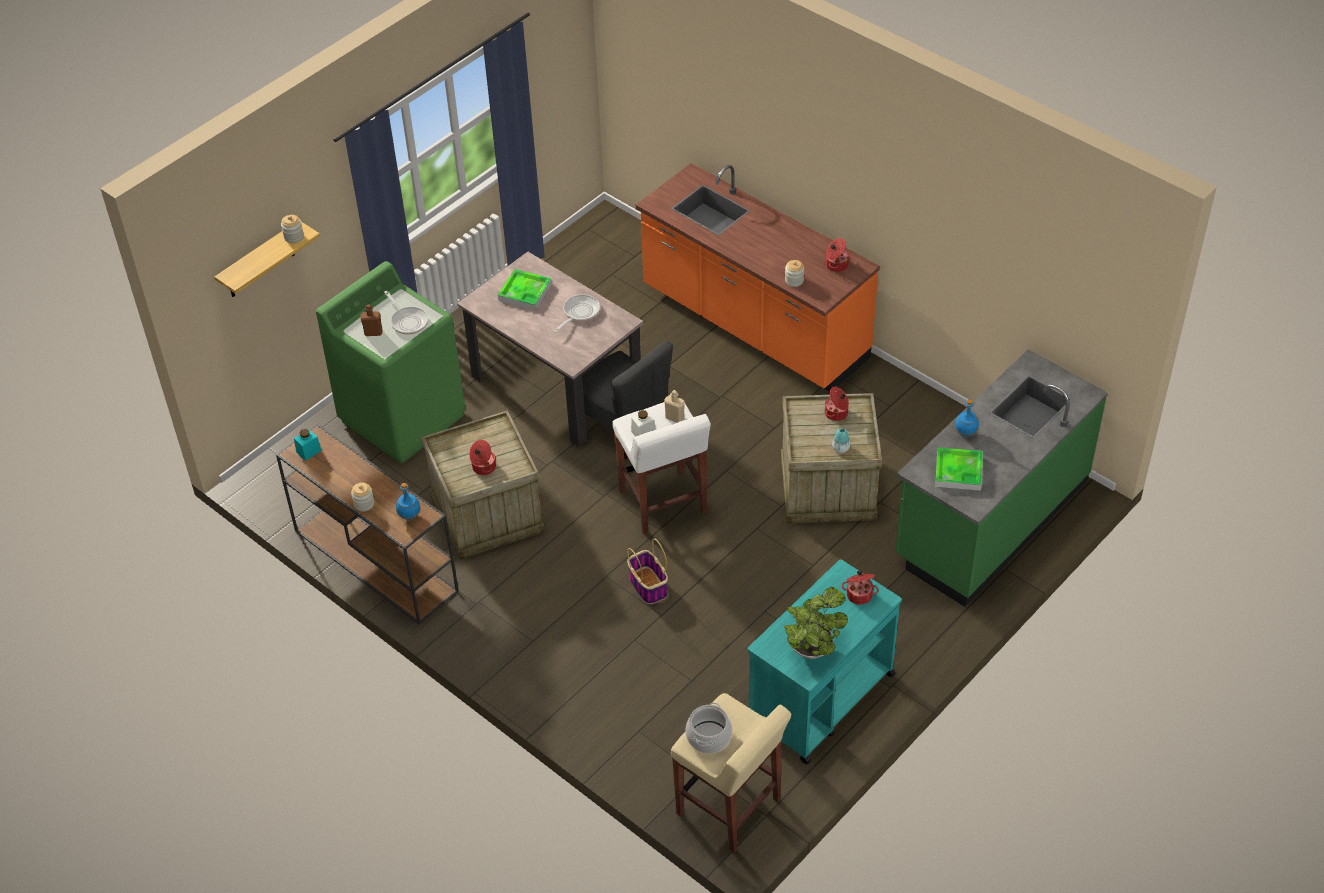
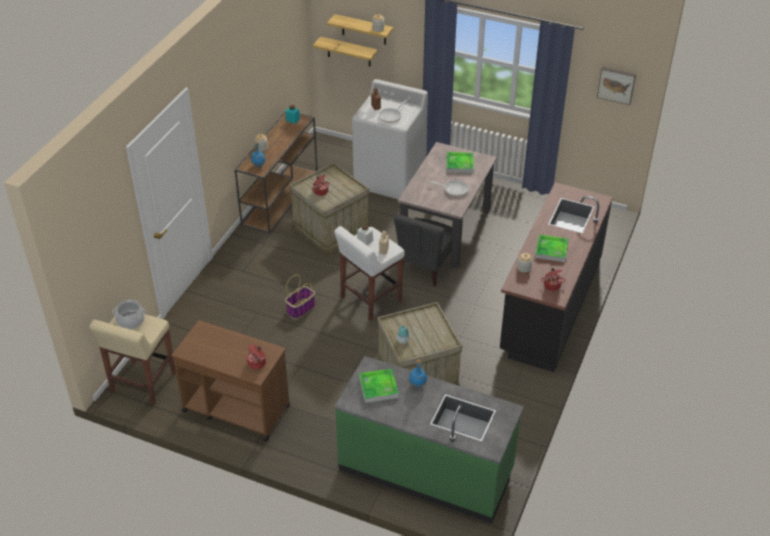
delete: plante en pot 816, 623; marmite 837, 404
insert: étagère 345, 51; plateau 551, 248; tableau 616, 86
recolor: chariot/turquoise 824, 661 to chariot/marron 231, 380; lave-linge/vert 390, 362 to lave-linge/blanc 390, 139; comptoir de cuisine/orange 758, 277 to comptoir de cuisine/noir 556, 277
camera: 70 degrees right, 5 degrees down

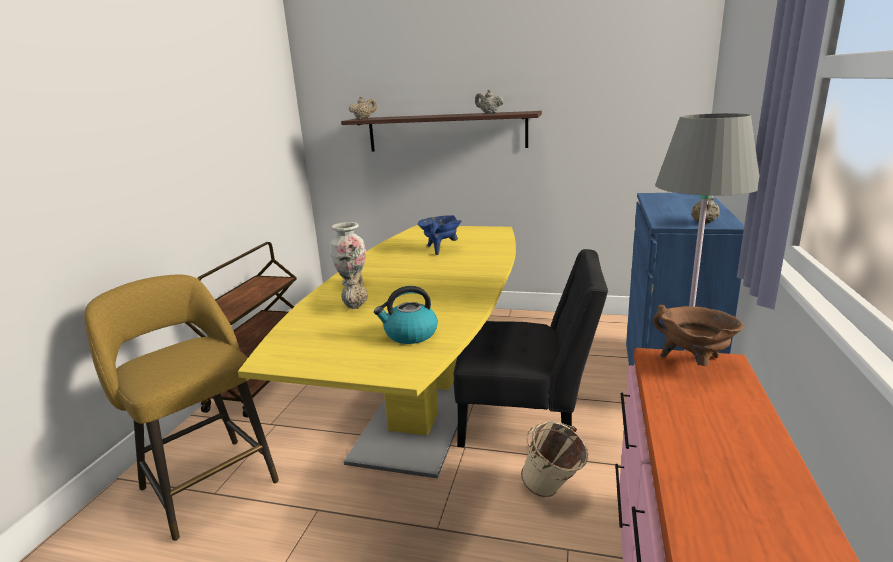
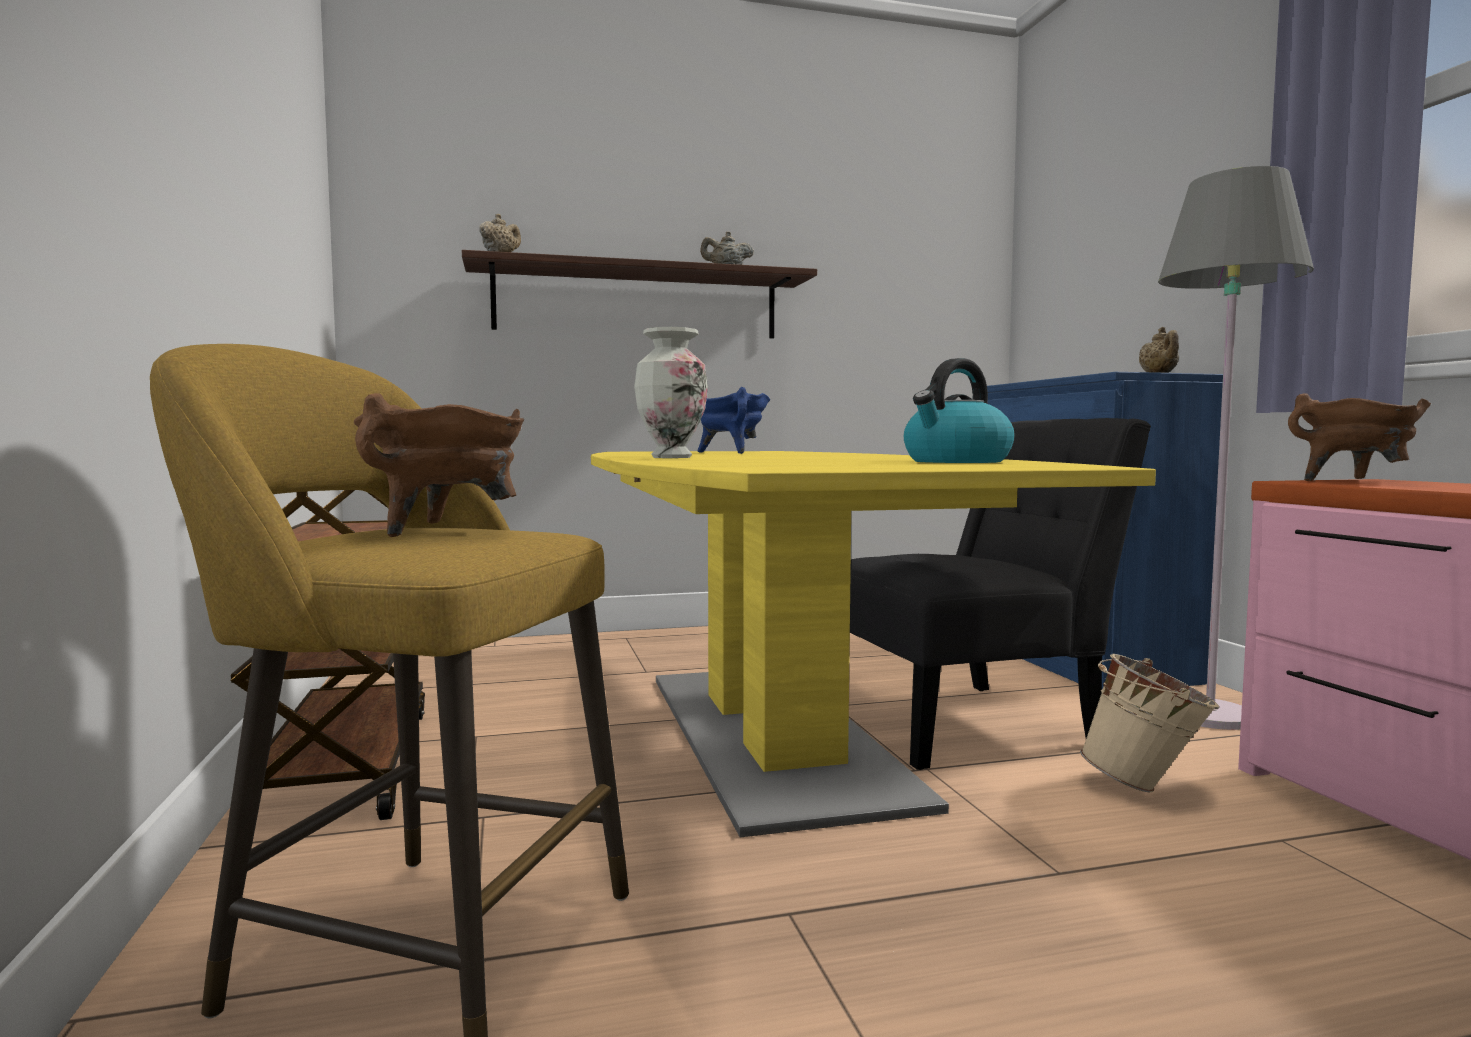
delete: théière/beige 354, 290
insert: marmite/marron 439, 465
camera: 30 degrees left, 15 degrees down

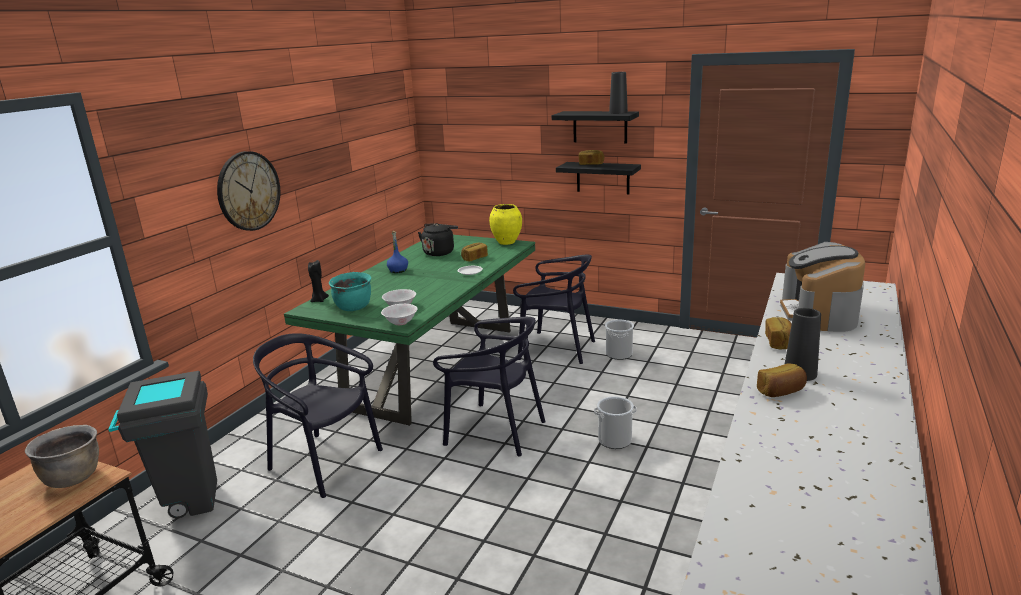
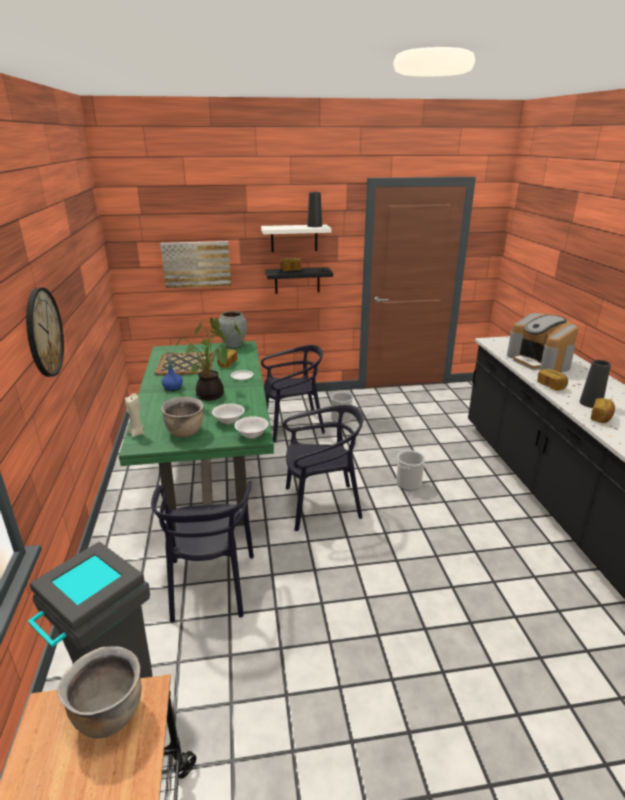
insert: tableau 195, 264; plante en pot 209, 359
replace: bouilloire/noir 438, 239 to plateau 184, 363
recolor: bougie/noir 318, 281 to bougie/beige 134, 415; marmite/turquoise 350, 291 to marmite/marron 182, 417; vase/jaune 505, 224 to vase/gris 233, 329; étagère/noir 595, 127 to étagère/blanc 296, 238
rotate: chaise/noir 318, 415 = 202, 551 90 degrees counterclockwise
camera: 35 degrees left, 5 degrees up

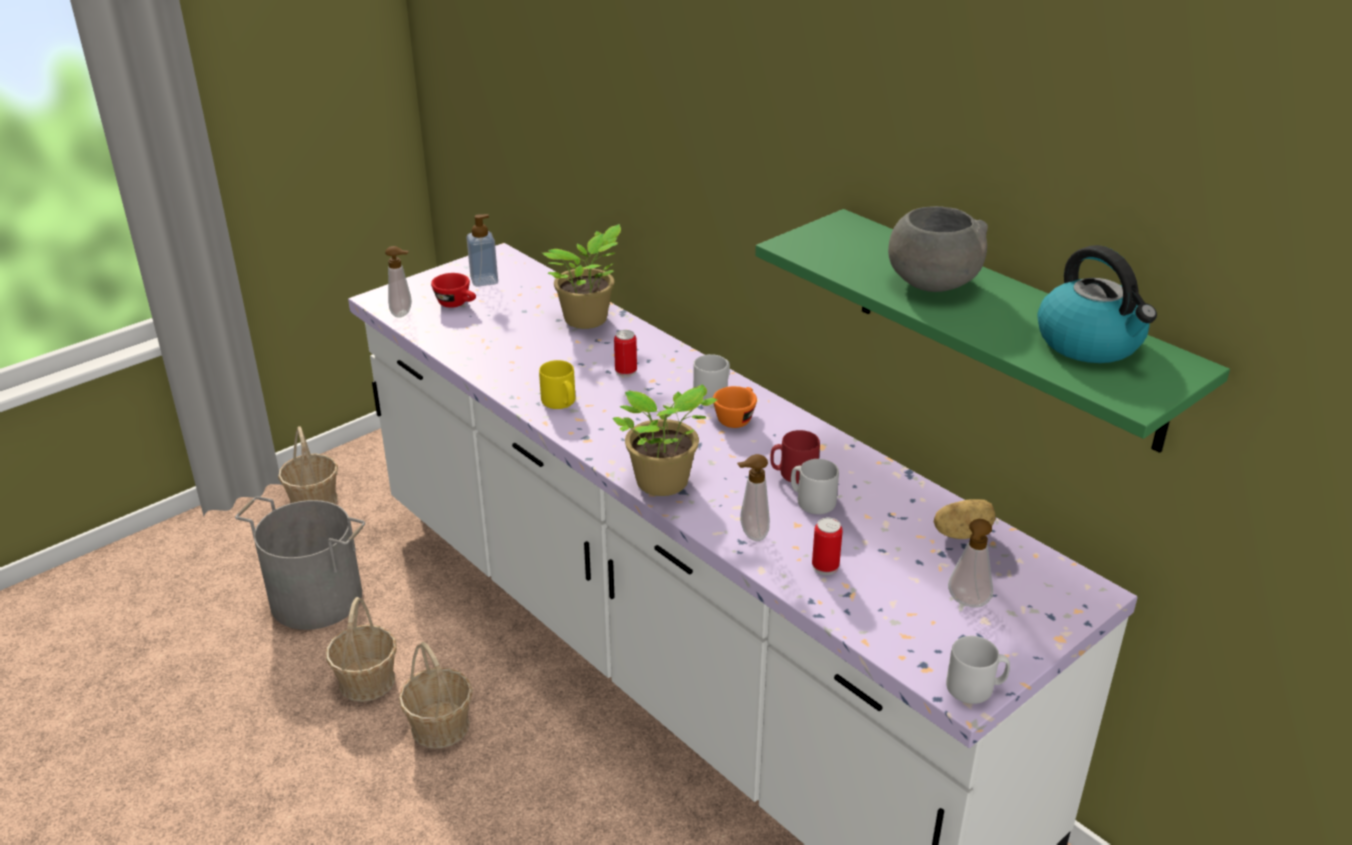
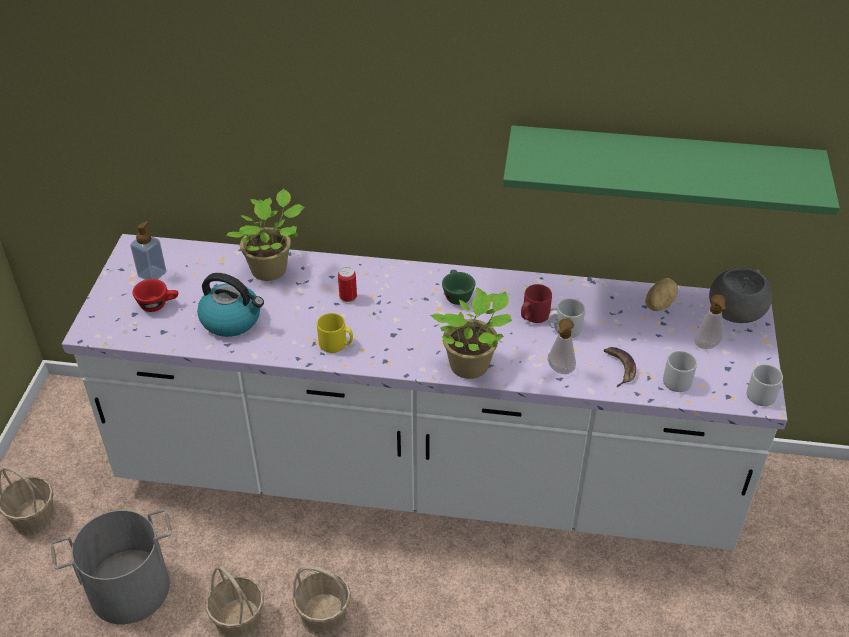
delete: distributeur de savon 398, 282
move: bouilloire 1097, 304 to 230, 305; mug/gris 711, 377 to 680, 371; bol/gris 938, 249 to 740, 295
replace: boîte métallique 827, 546 to banane 620, 367
recolor: tasse/orange 735, 407 to tasse/vert 458, 287
camera: 40 degrees left, 10 degrees up

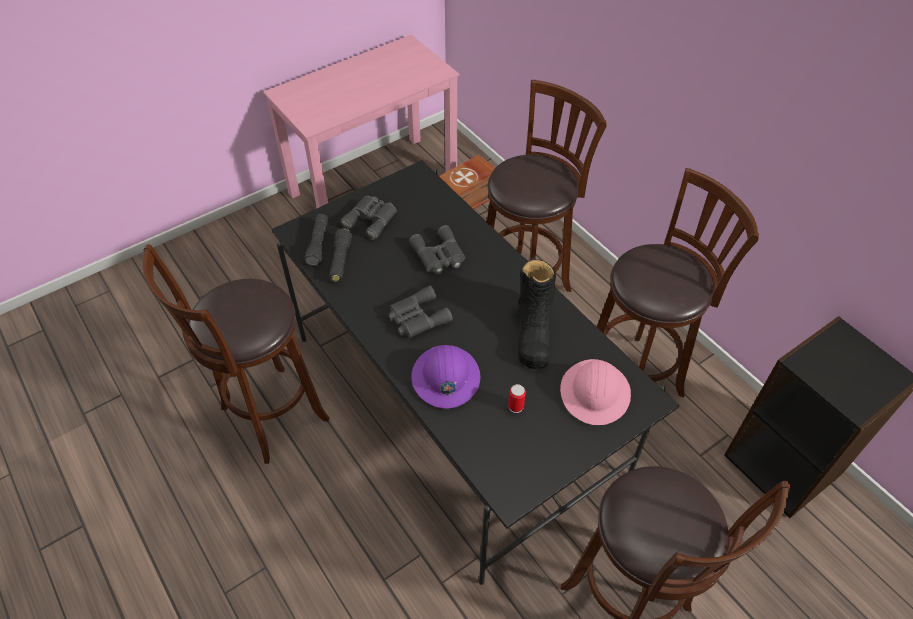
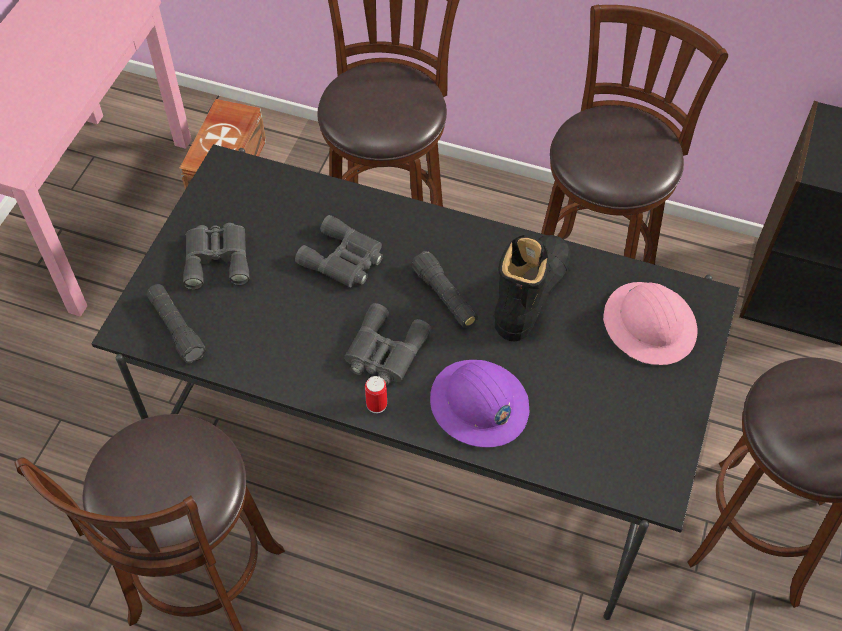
move: boîte métallique 517, 398 to 376, 394; lampe de poche/noir 340, 255 to 444, 289
rotate: botte/noir 537, 313 = 532, 288 120 degrees counterclockwise
camera: 35 degrees left, 5 degrees up

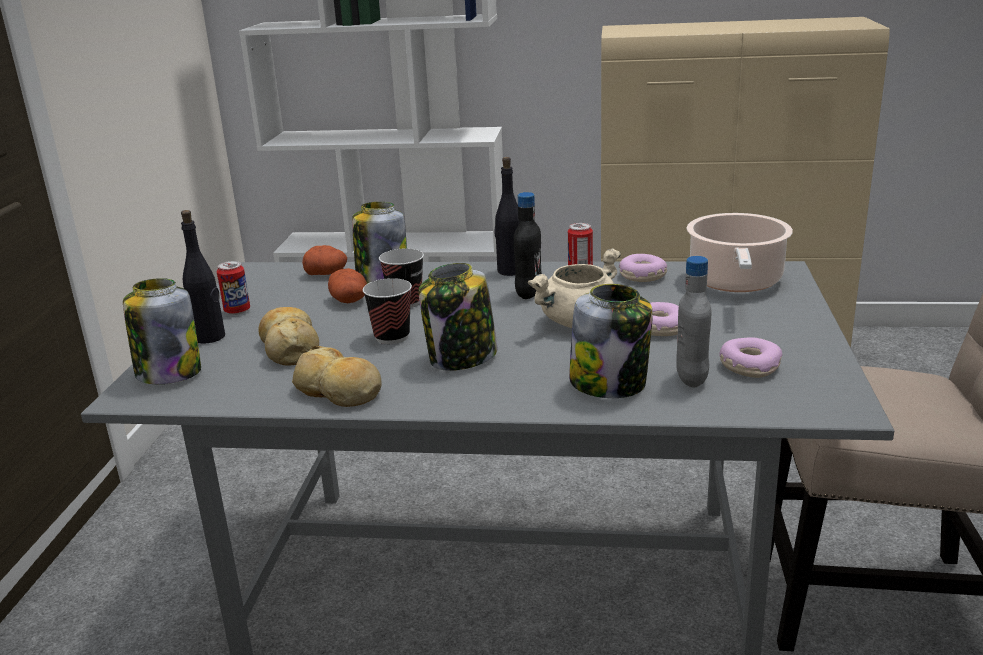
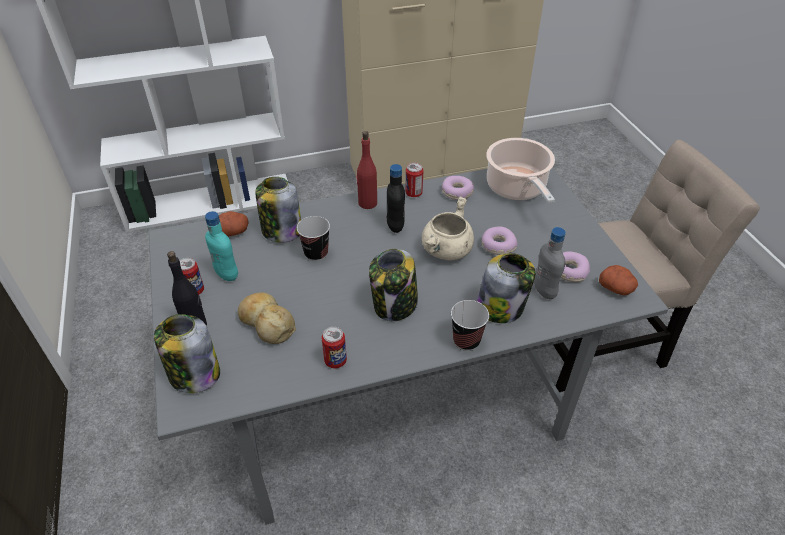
insert: bouteille/turquoise 221, 246
move: tasse 387, 311 to 470, 325; pomme de terre 347, 285 to 618, 280
replace: pain 337, 376 to boîte métallique 334, 347
recolor: bouteille/noir 507, 216 to bouteille/rouge 366, 170
camera: 25 degrees left, 20 degrees up

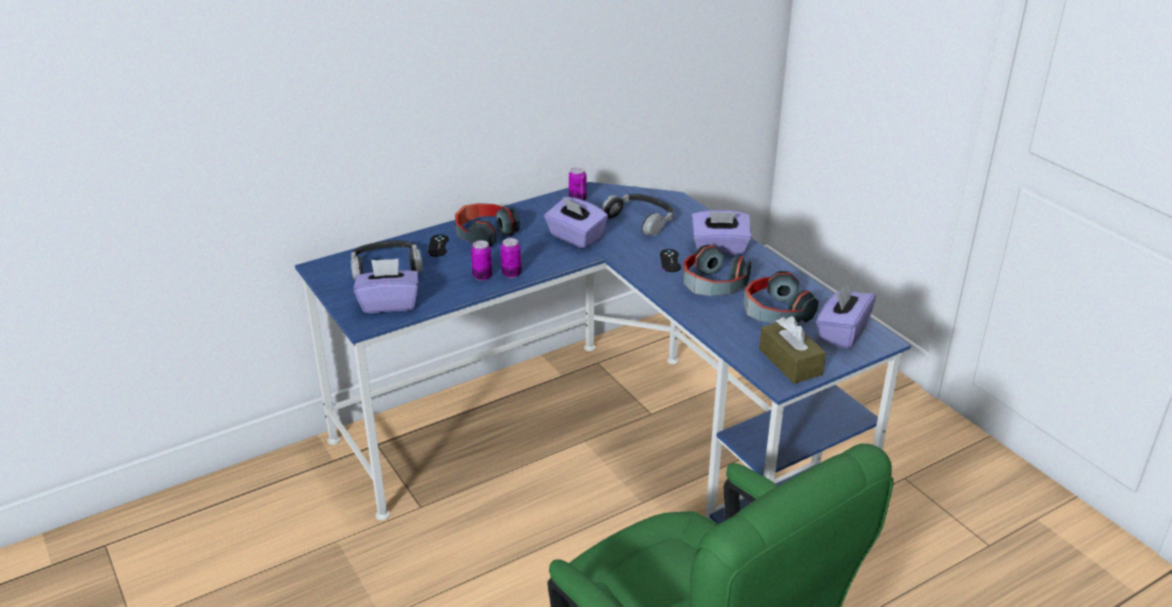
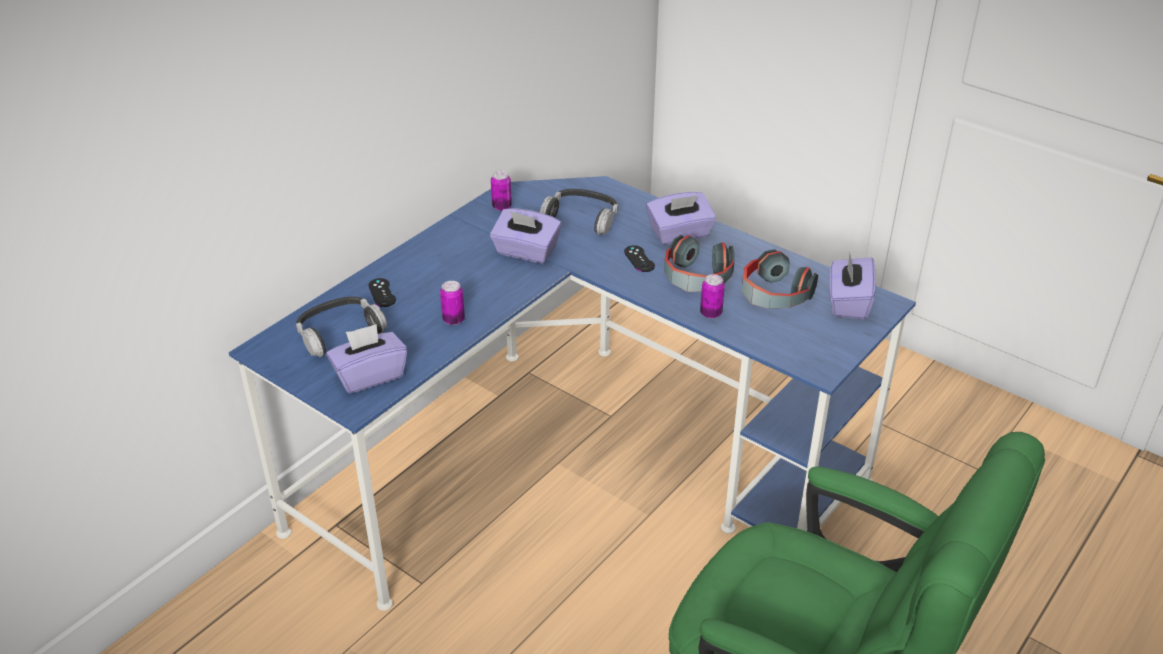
delete: casque audio 487, 224; boîte à mouchoirs/marron 792, 350
move: boîte métallique 511, 258 to 712, 296
camera: 20 degrees left, 5 degrees up

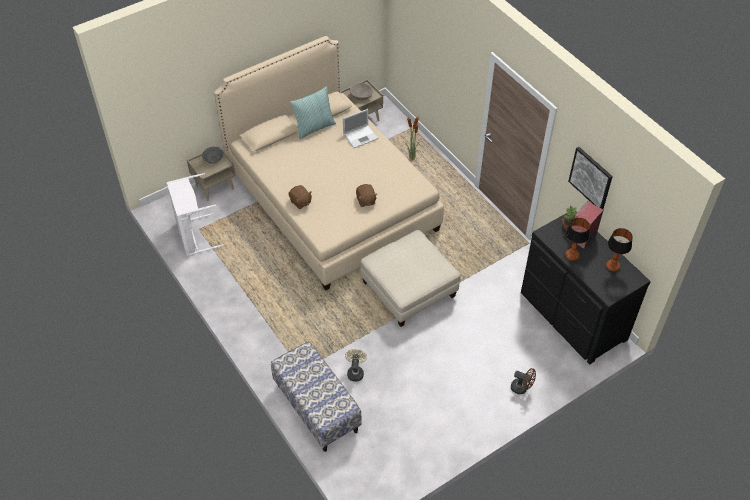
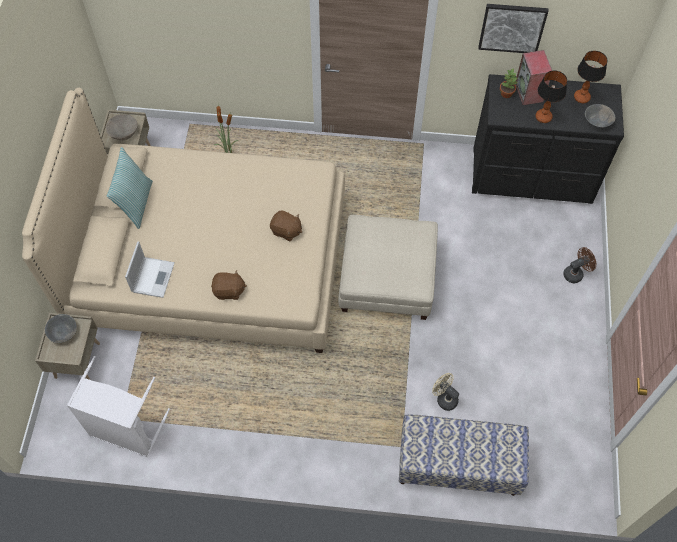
insert: bol/gris 600, 116
move: ordinateur portable 361, 128 to 150, 269
camera: 50 degrees left, 10 degrees up

